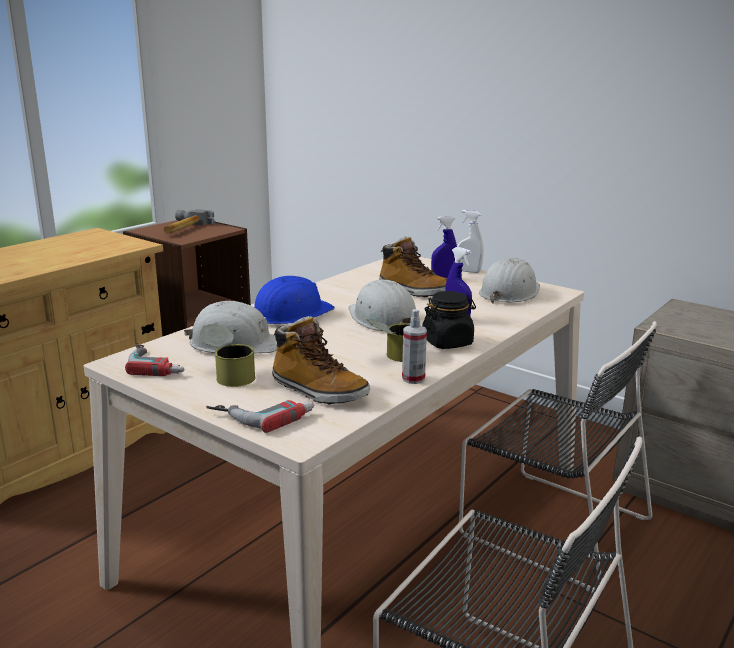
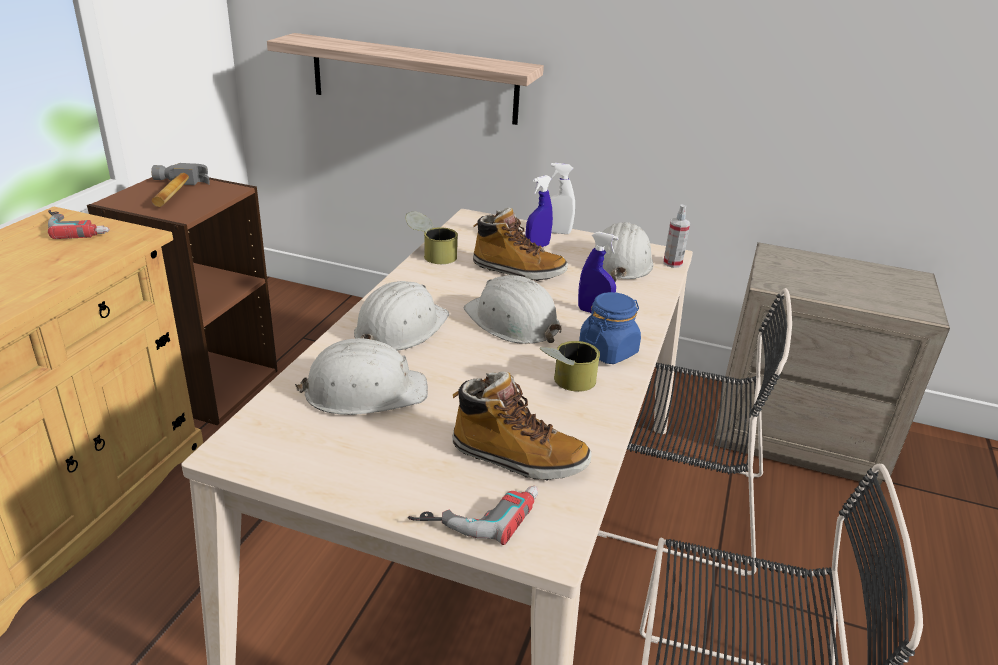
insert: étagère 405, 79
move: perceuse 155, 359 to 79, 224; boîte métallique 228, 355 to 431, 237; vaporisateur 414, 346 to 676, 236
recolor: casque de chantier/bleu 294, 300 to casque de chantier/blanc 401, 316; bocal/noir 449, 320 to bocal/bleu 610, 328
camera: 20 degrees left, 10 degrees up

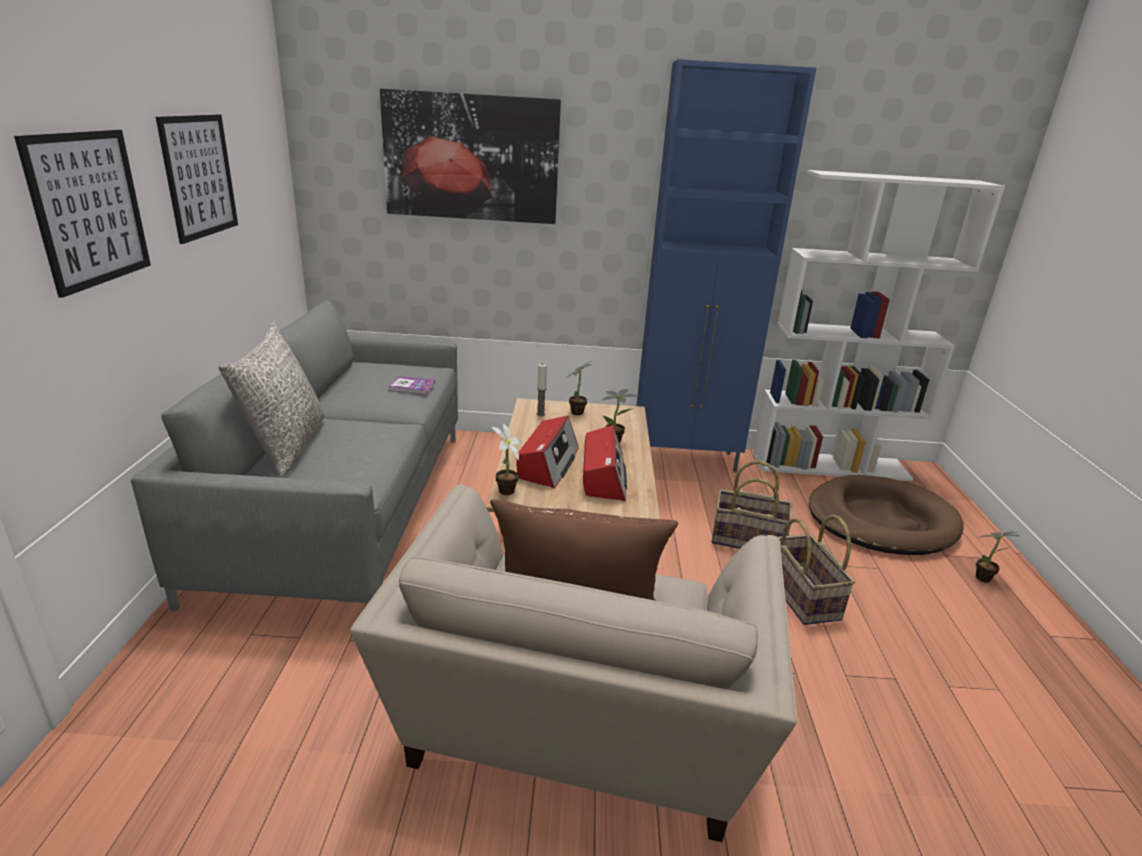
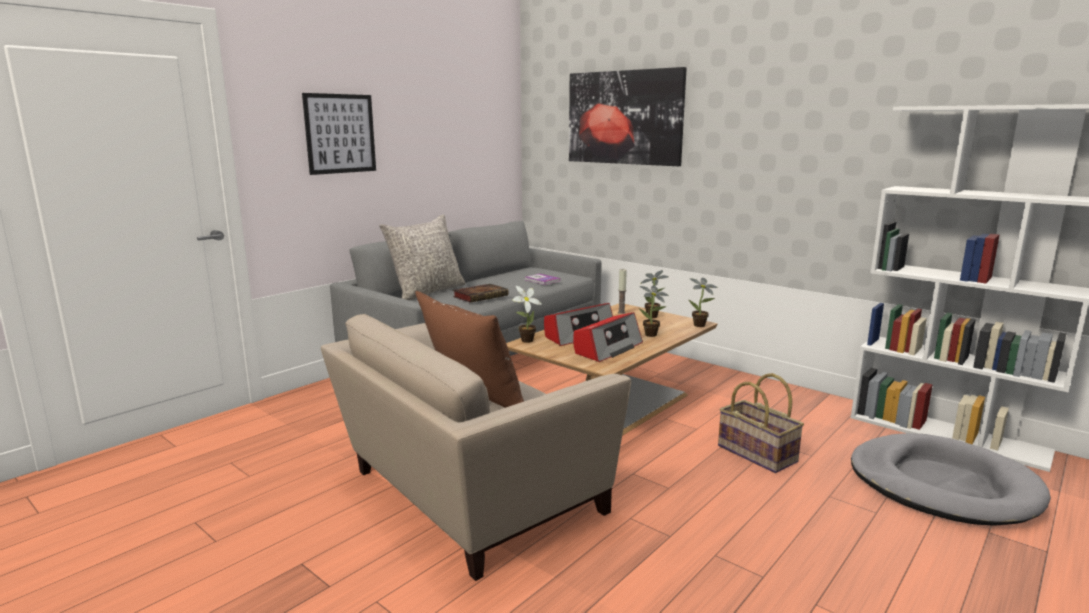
delete: tableau 197, 179; meuble de rangement/bleu 726, 265; panier 816, 570
insert: livre 480, 293
move: plante en pot 998, 557 to 703, 302
recolor: panier pour chien/marron 886, 515 to panier pour chien/gris 951, 479
camera: 40 degrees right, 10 degrees down

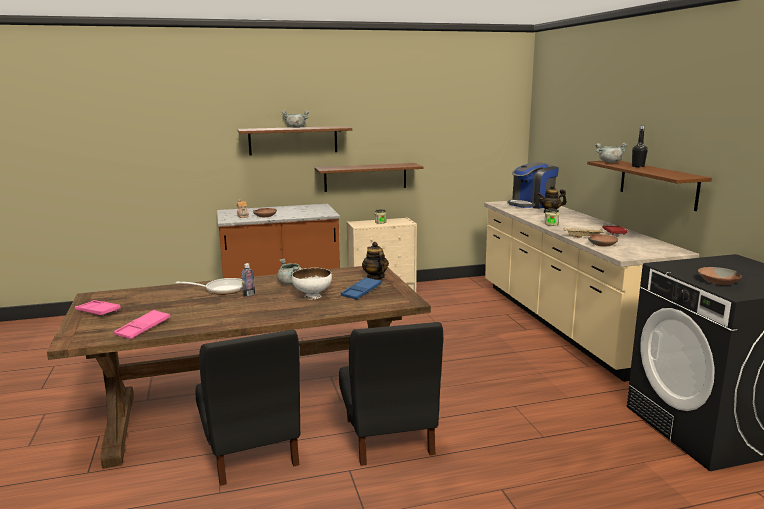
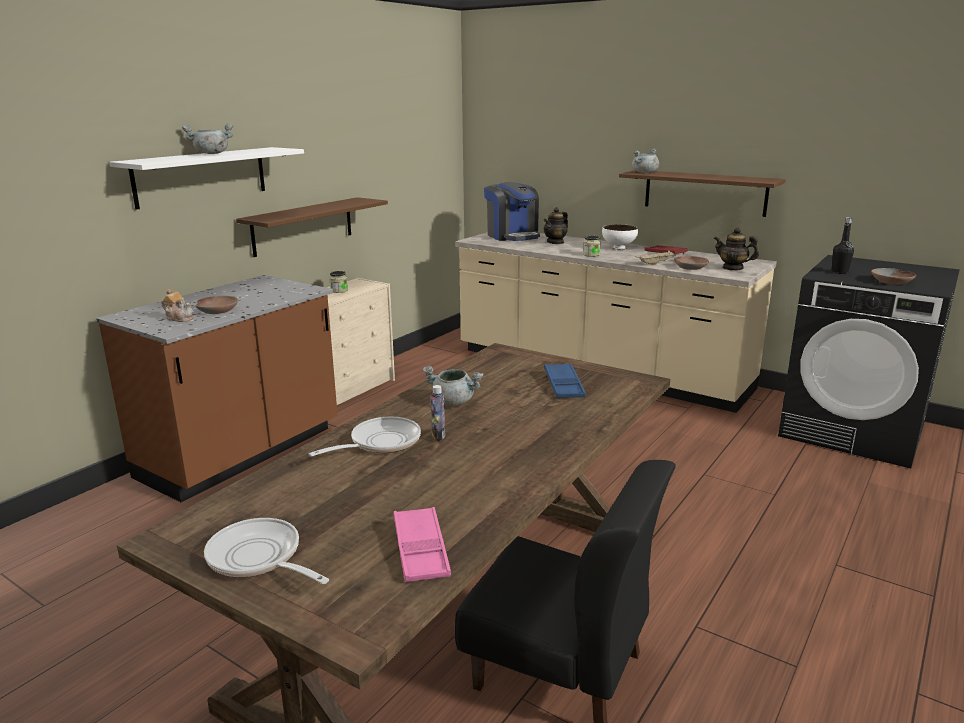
delete: chaise/noir 391, 394
move: bol/blanc 312, 283 to 620, 237; théière 375, 261 to 736, 249; bouteille/noir 640, 146 to 843, 245
replace: plateau/rose 98, 308 to poêle 266, 551
recolor: étagère/marron 294, 141 to étagère/blanc 207, 178
rotate: machine à café 533, 185 = 512, 211 45 degrees counterclockwise
camera: 40 degrees left, 5 degrees up

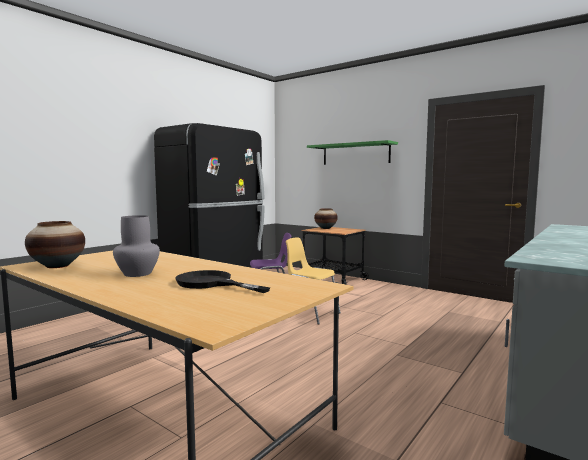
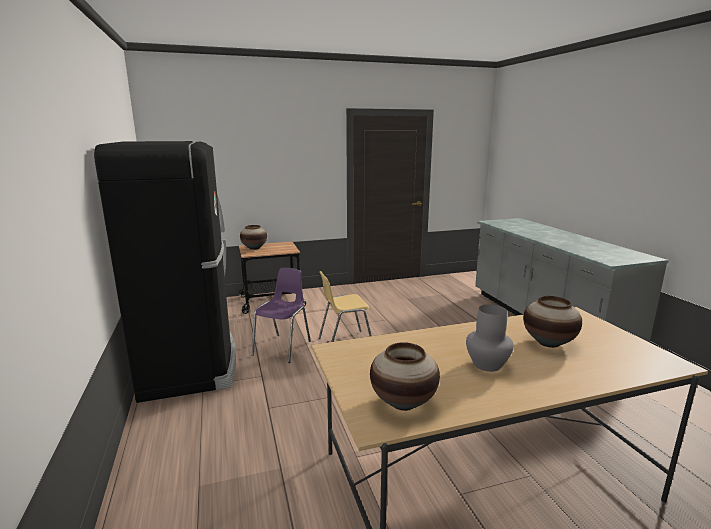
delete: étagère/vert 352, 152
replace: poêle/noir 222, 281 to vase 552, 322
camera: 55 degrees left, 10 degrees up

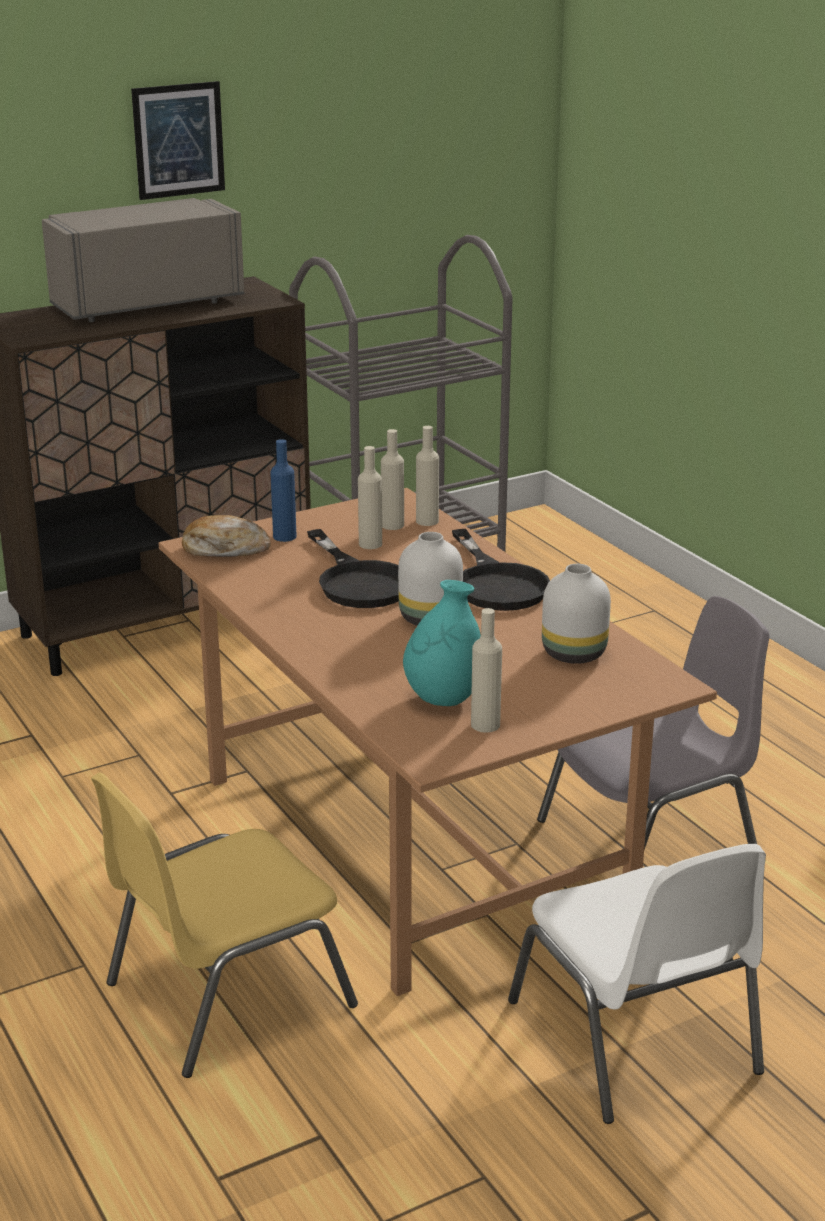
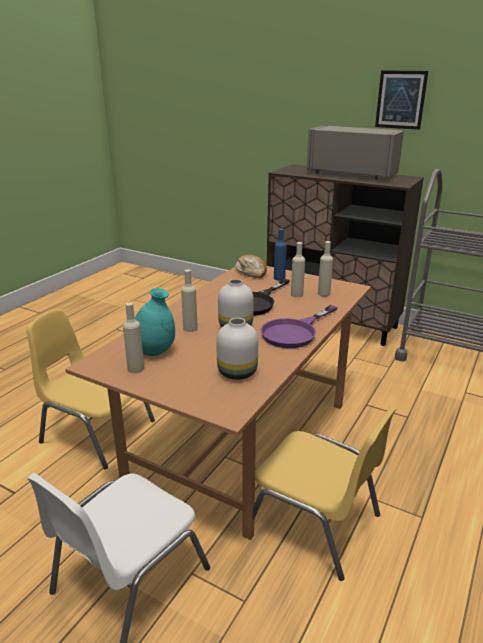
move: bouteille/beige 427, 476 to 189, 300
recolor: chaise/gris 653, 723 to chaise/jaune 325, 493; poêle/noir 501, 570 to poêle/violet 299, 326
camera: 60 degrees right, 0 degrees up

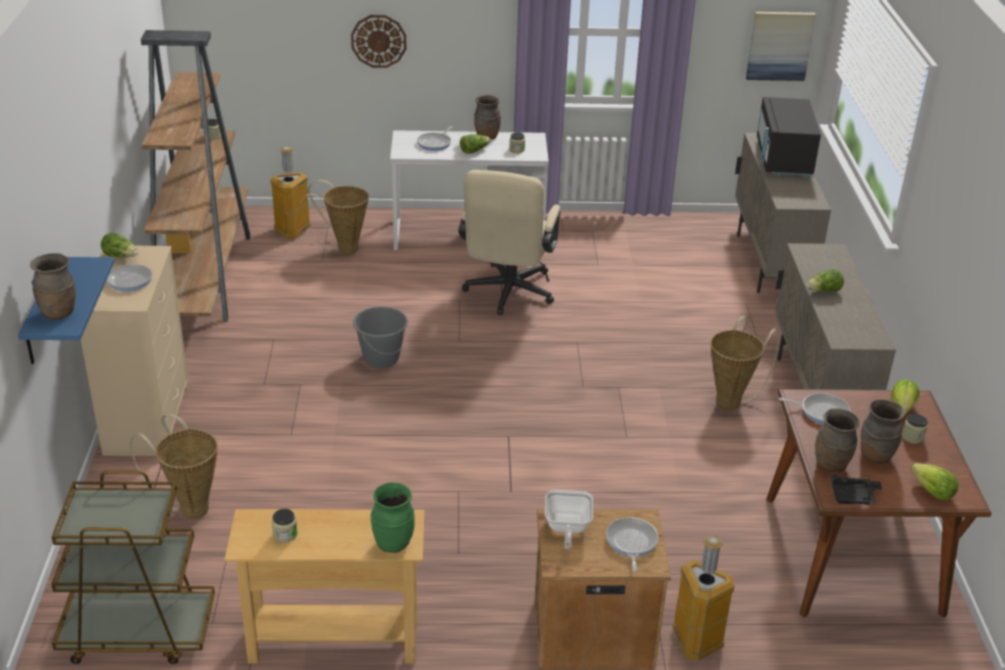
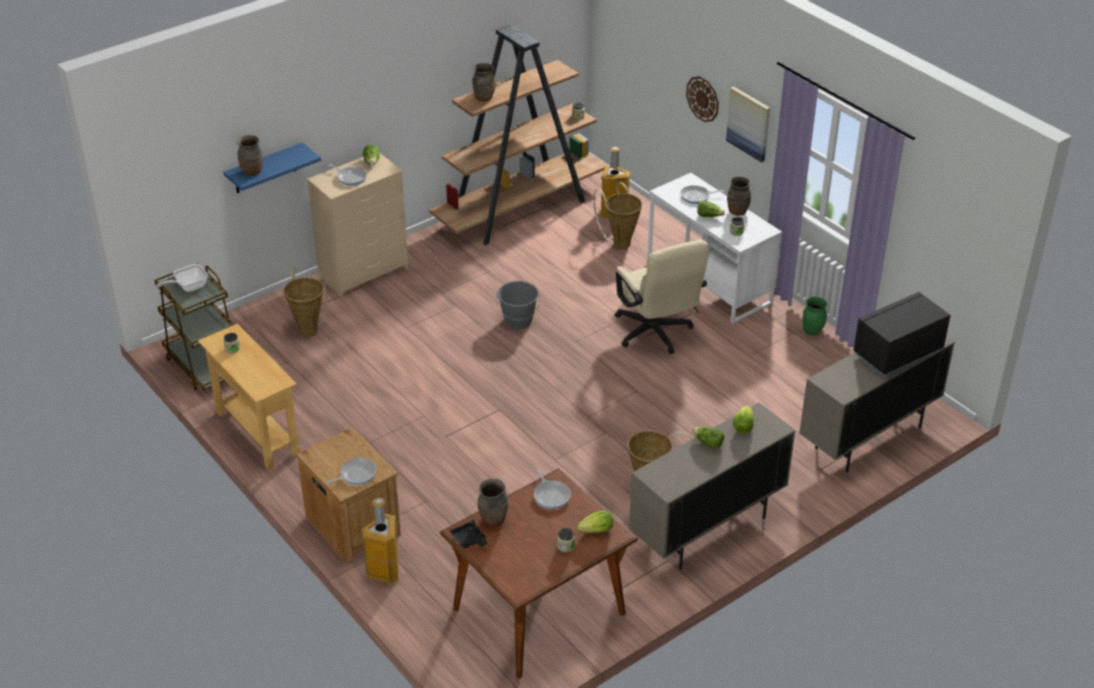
move: poêle 569, 520 to 182, 278; vase/marron 883, 431 to 484, 82; tableau 781, 46 to 748, 125; laitue 934, 482 to 743, 419; vase/vert 393, 517 to 814, 316
rotate: chaise de bureau/beige 509, 242 = 662, 297 90 degrees counterclockwise
camera: 55 degrees right, 5 degrees up

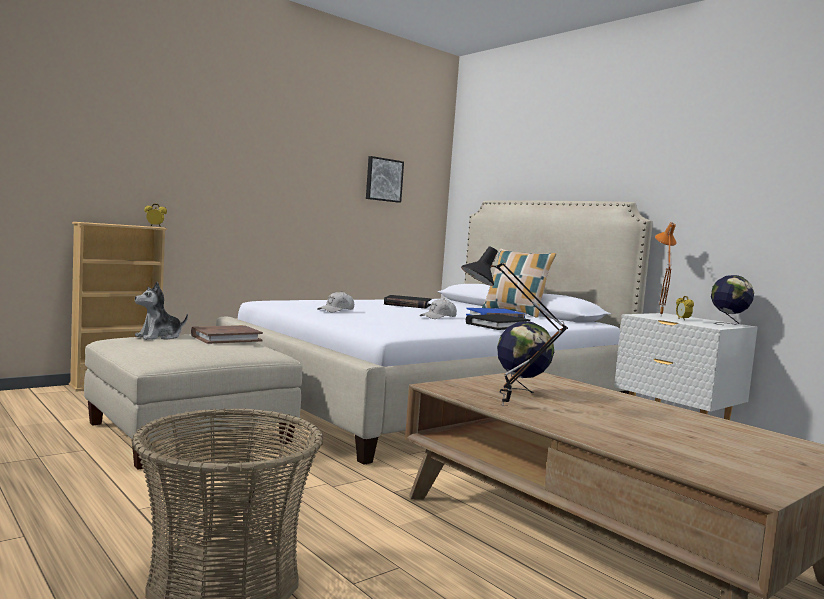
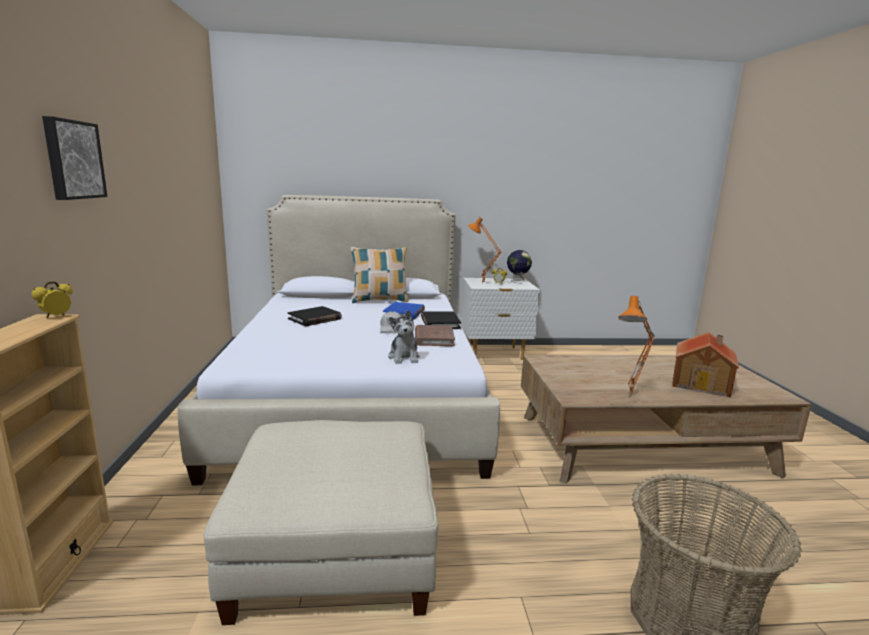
delete: casquette/blanc 335, 301; globe 525, 358
insert: maison miniature 705, 365
move: tableau 385, 179 to 74, 158; peluche 161, 310 to 404, 337; livre/marron 227, 334 to 435, 335
recolor: lampe de table/noir 514, 326 to lampe de table/orange 637, 346
camera: 55 degrees left, 10 degrees up

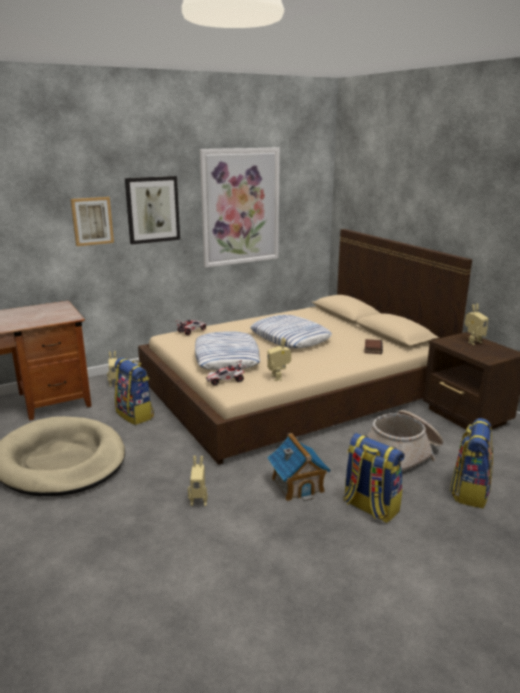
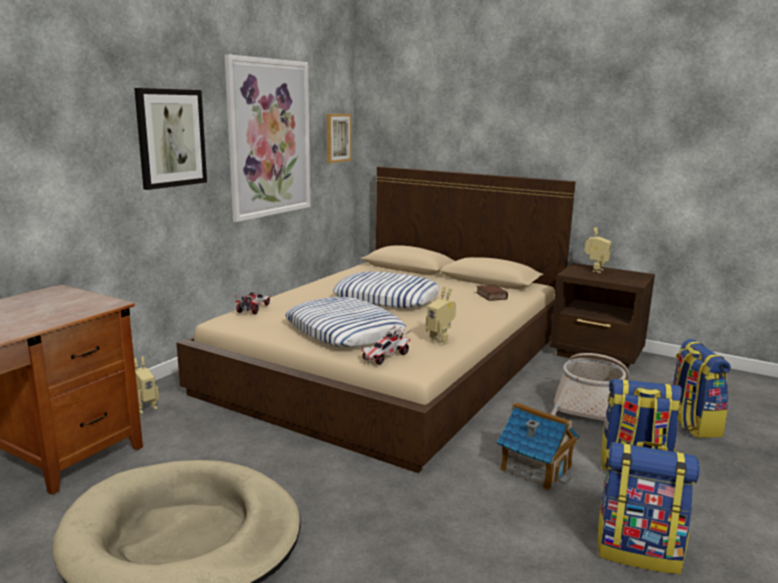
delete: robot jouet 198, 481
move: tableau 92, 221 to 339, 138; sac à dos 134, 391 to 648, 508
camera: 30 degrees left, 5 degrees down

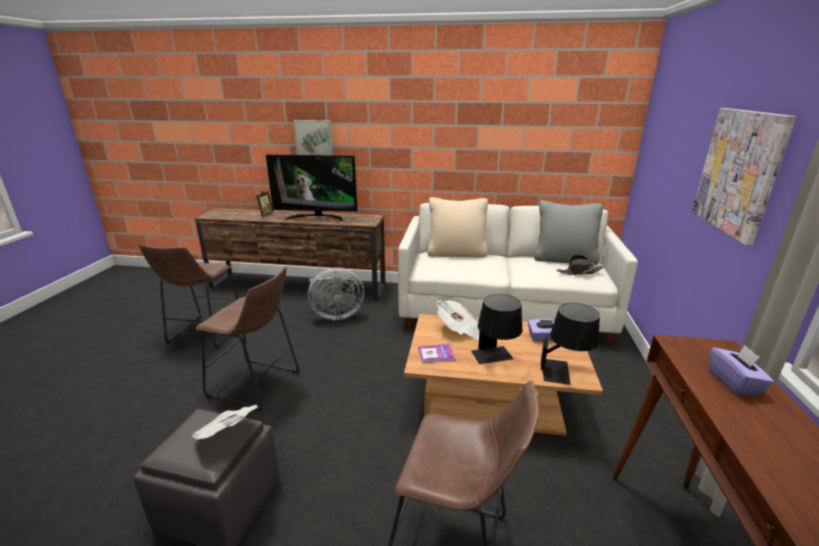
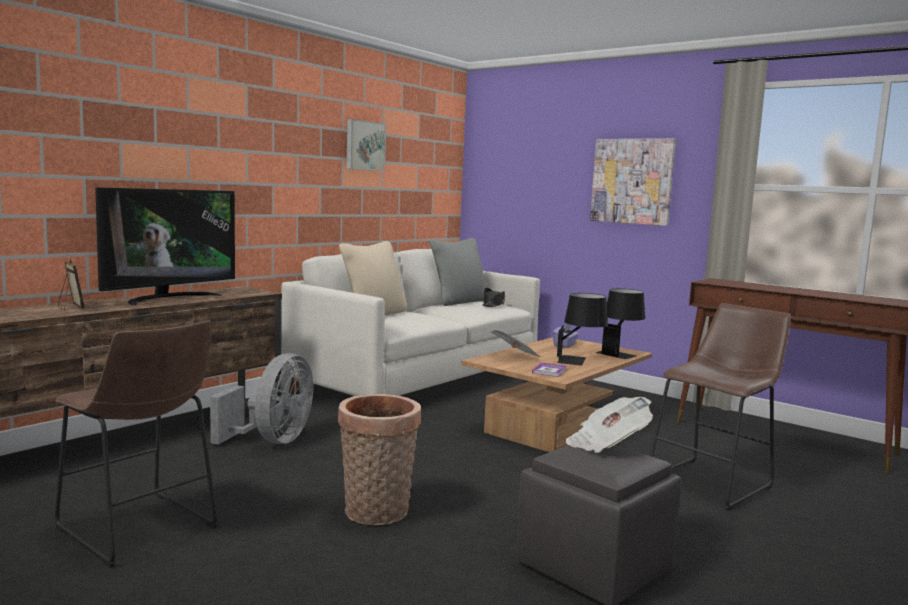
delete: boîte à mouchoirs/violet 742, 370
move: tableau 313, 137 to 366, 145
replace: tabouret/marron 247, 339 to panier 379, 459
camera: 60 degrees left, 15 degrees down

